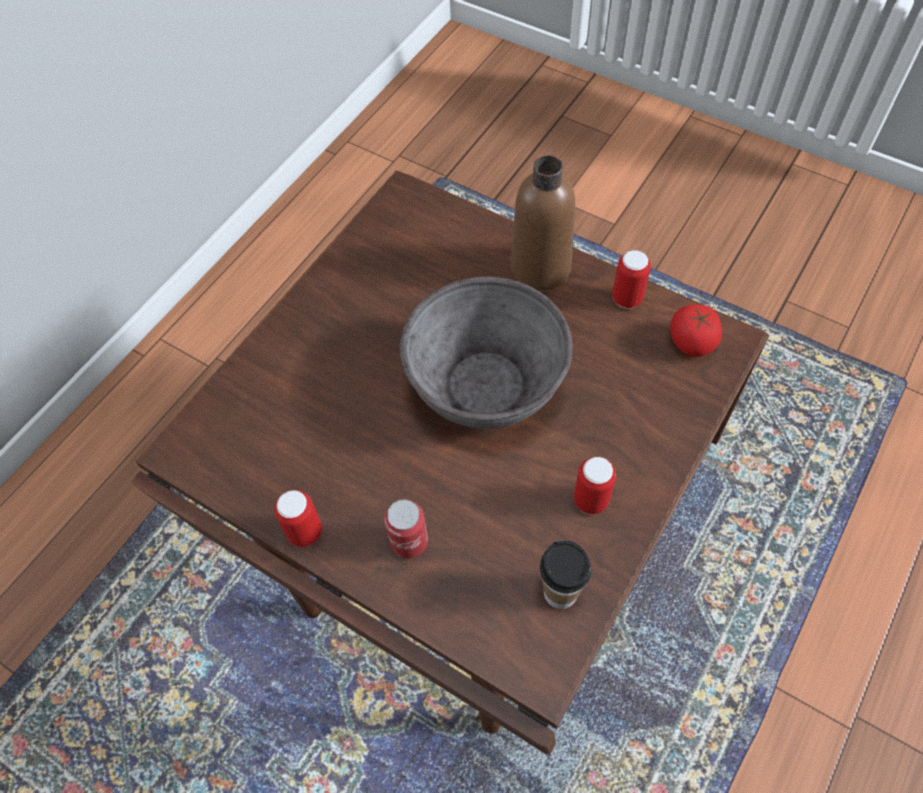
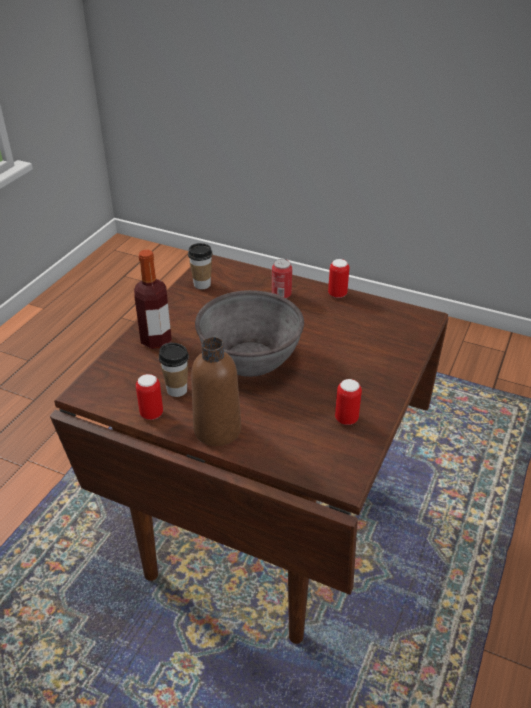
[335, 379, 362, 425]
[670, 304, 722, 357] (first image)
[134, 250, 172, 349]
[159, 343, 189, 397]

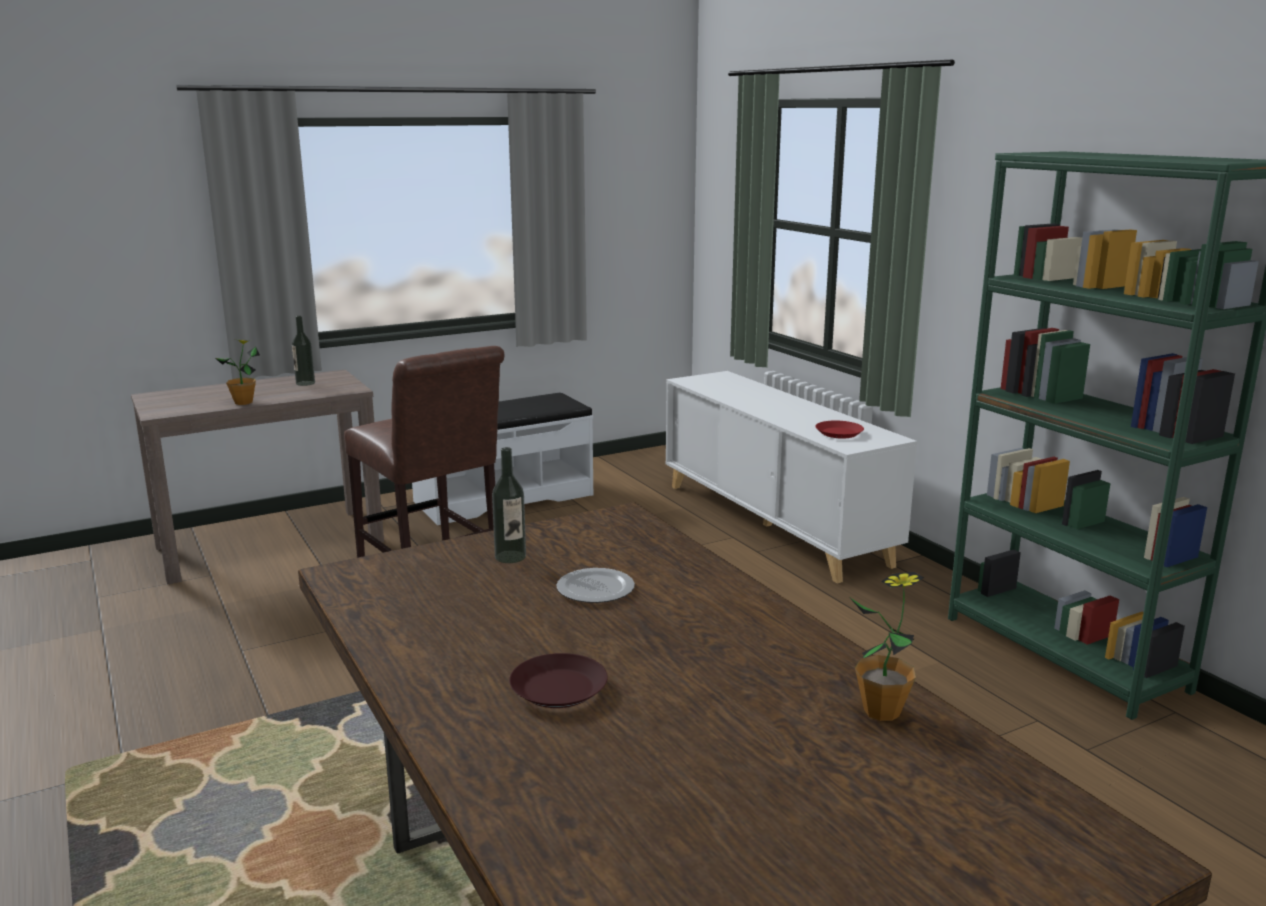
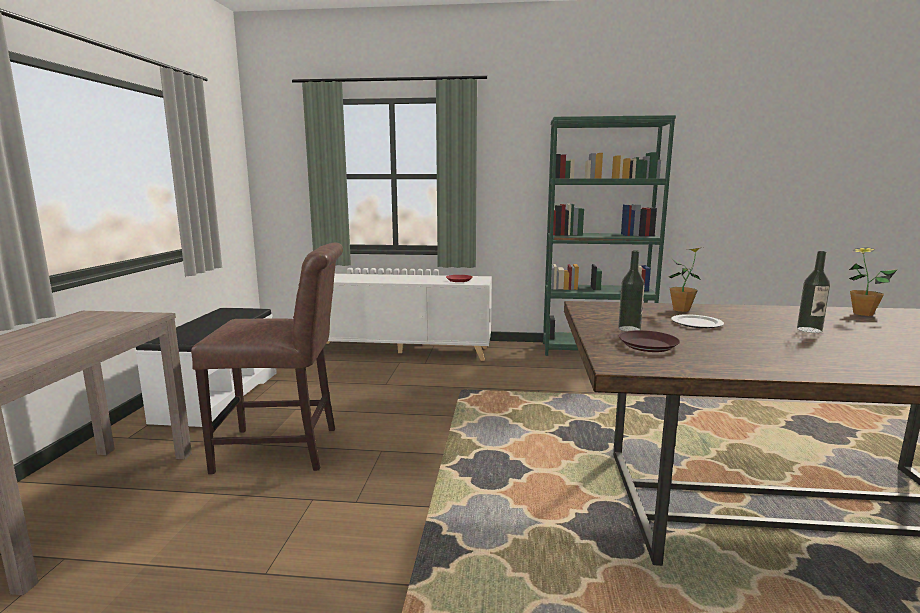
[669, 247, 704, 312]
[797, 251, 830, 333]
[619, 330, 680, 352]

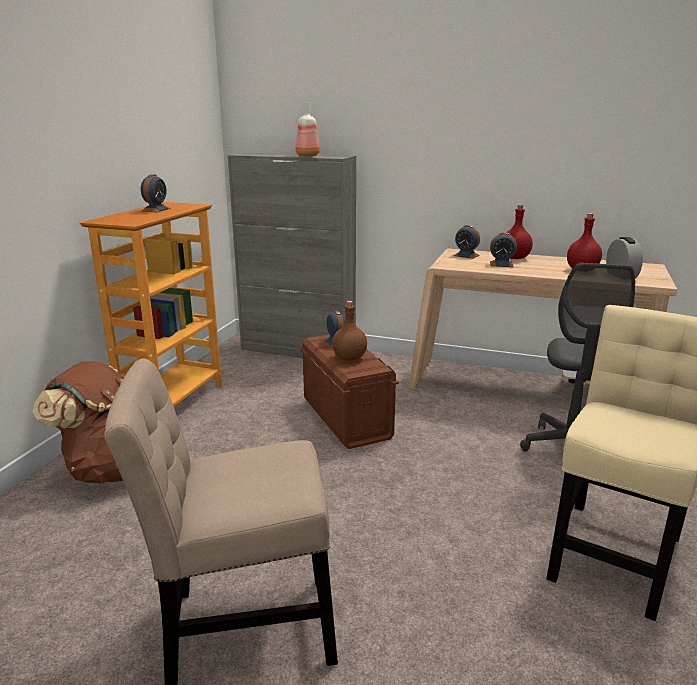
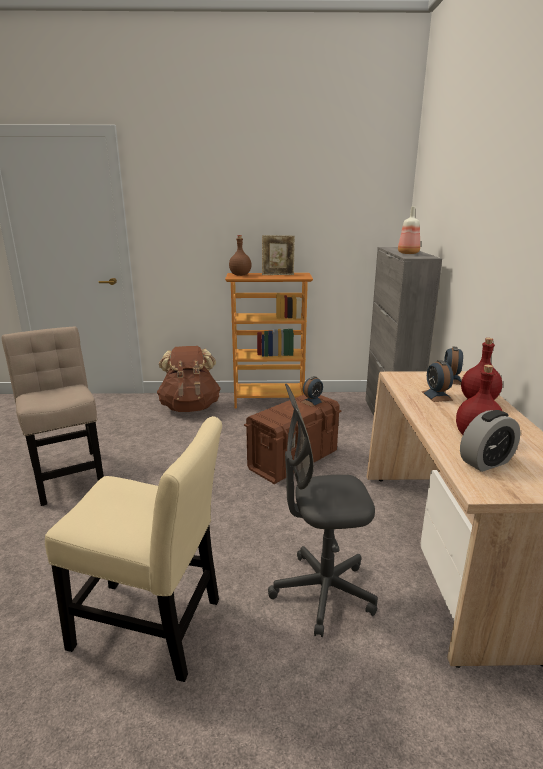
[262, 235, 295, 275]
[229, 235, 252, 276]

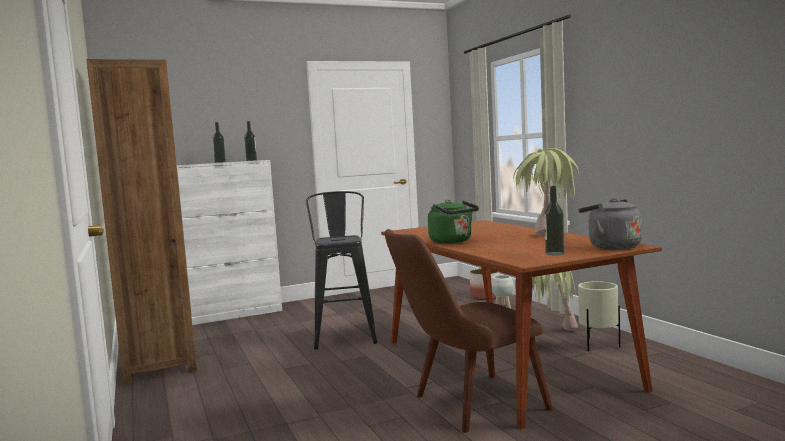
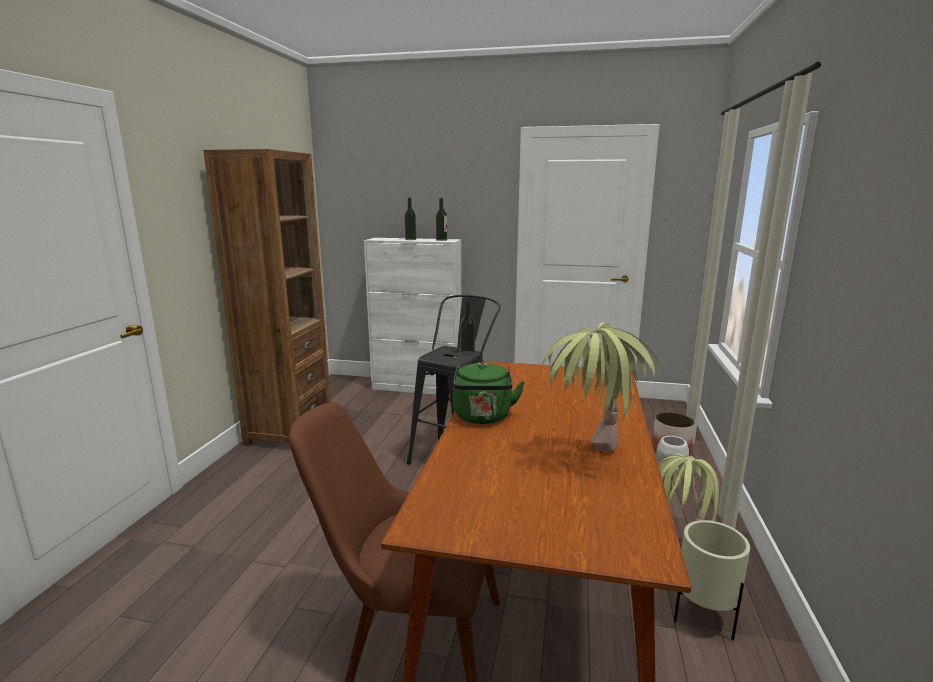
[460, 301, 475, 355]
[578, 198, 642, 249] (first image)

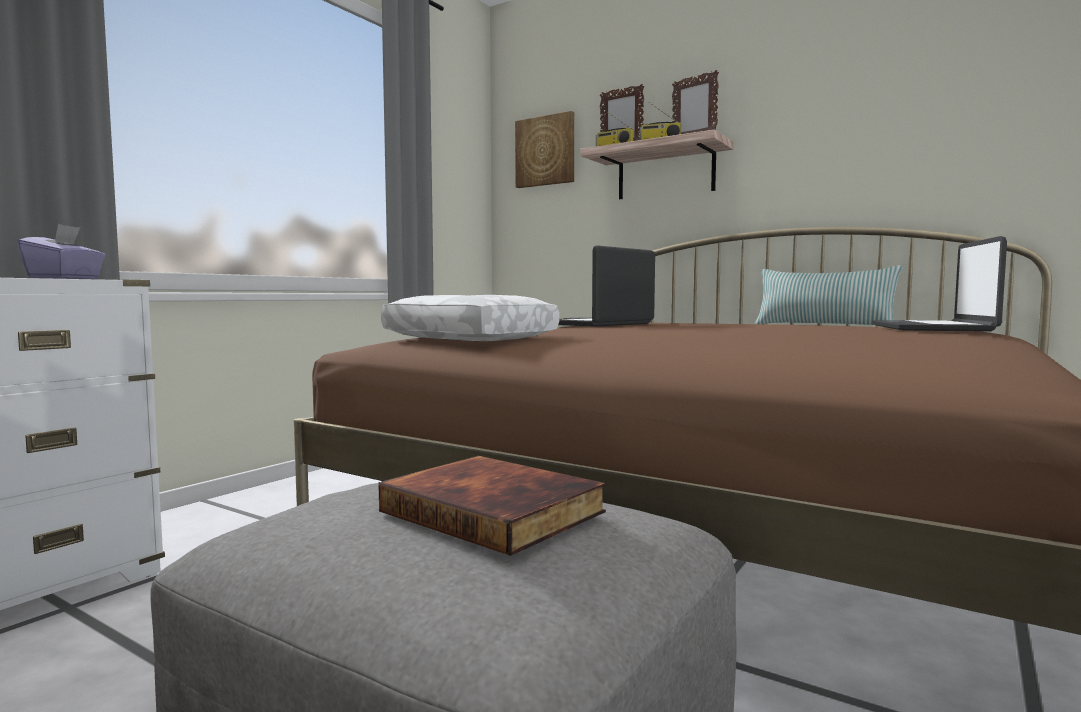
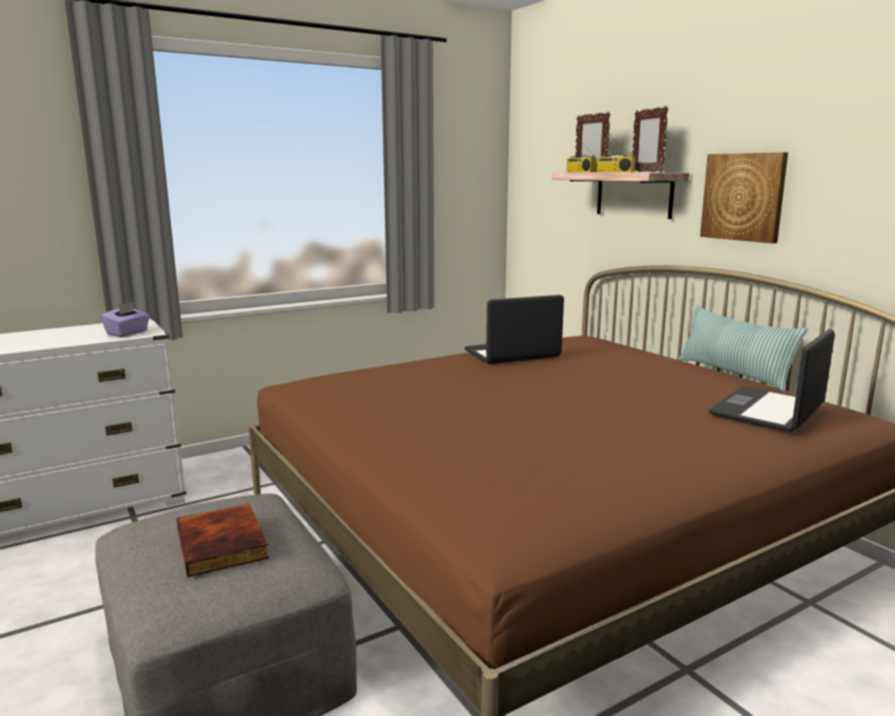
[381, 295, 559, 341] (first image)
[700, 152, 788, 244]

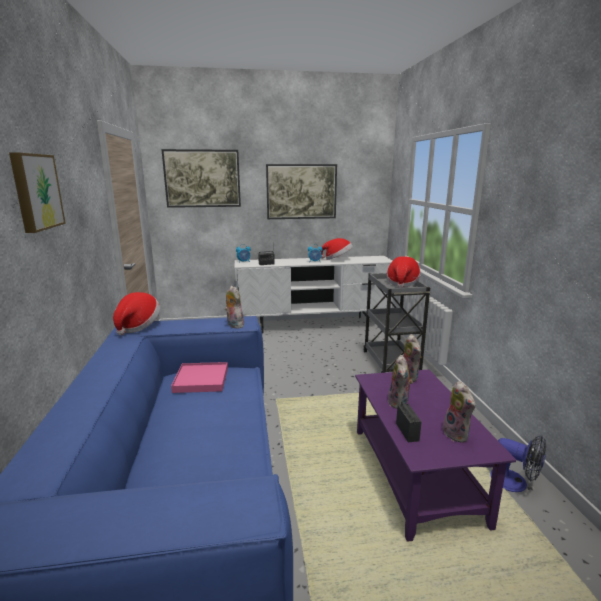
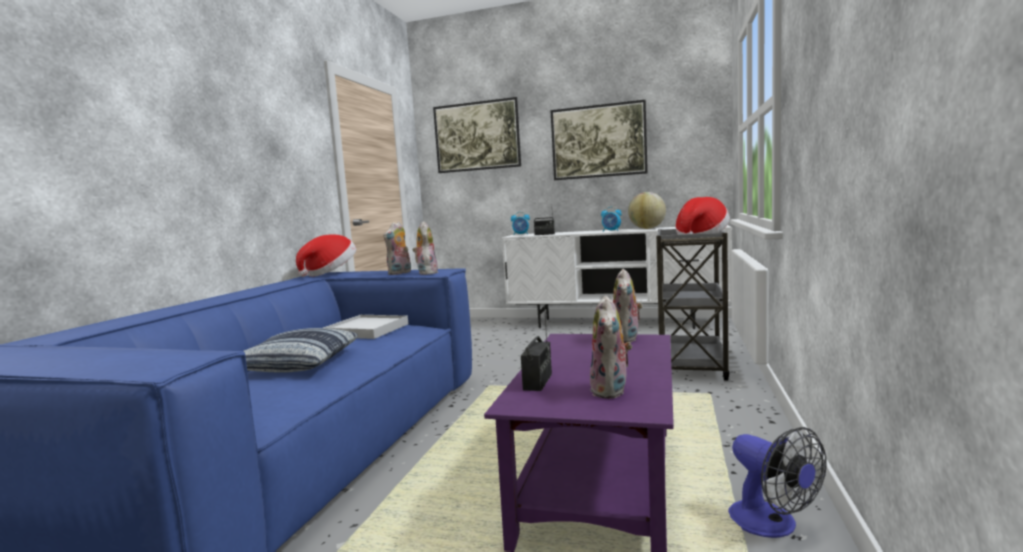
[9, 152, 66, 233] (first image)
[323, 315, 408, 339]
[628, 192, 666, 229]
[383, 222, 411, 275]
[244, 328, 358, 373]

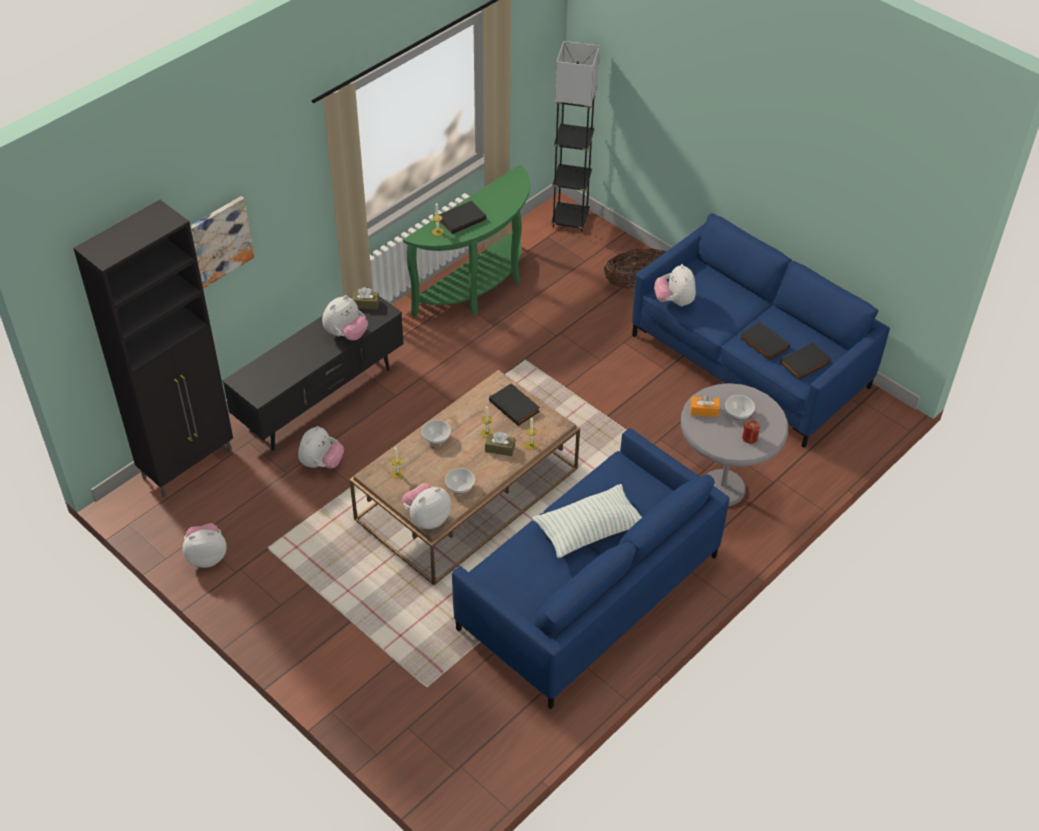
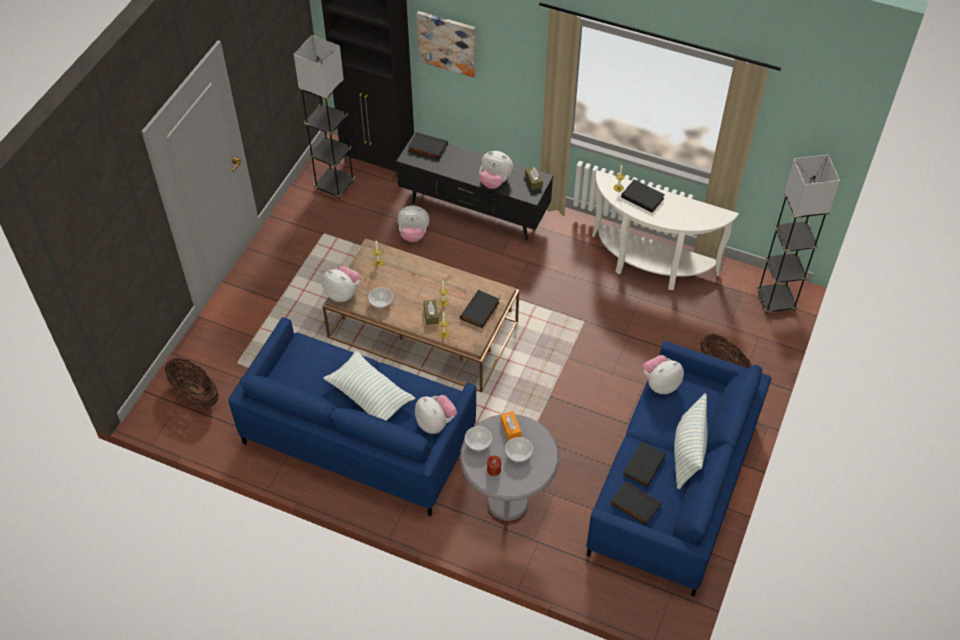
[415, 395, 457, 434]
[592, 170, 739, 290]
[465, 426, 492, 451]
[165, 357, 219, 409]
[294, 35, 355, 199]
[408, 132, 448, 159]
[674, 393, 708, 489]

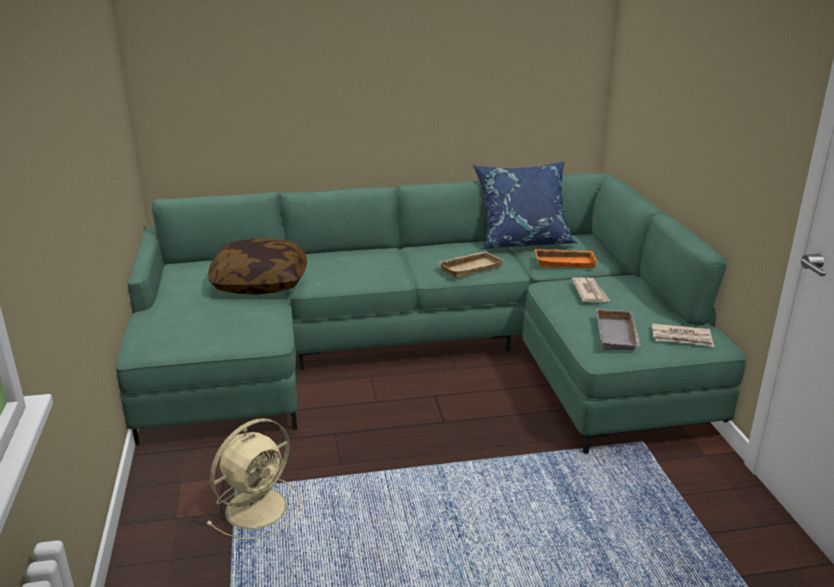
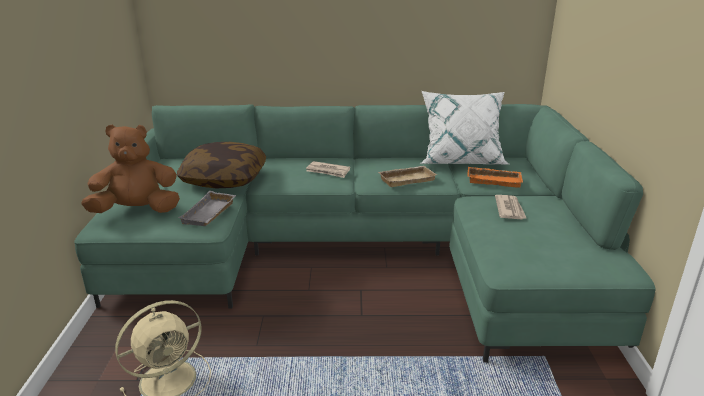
[420, 91, 509, 165]
[178, 191, 236, 226]
[306, 161, 350, 178]
[81, 125, 180, 213]

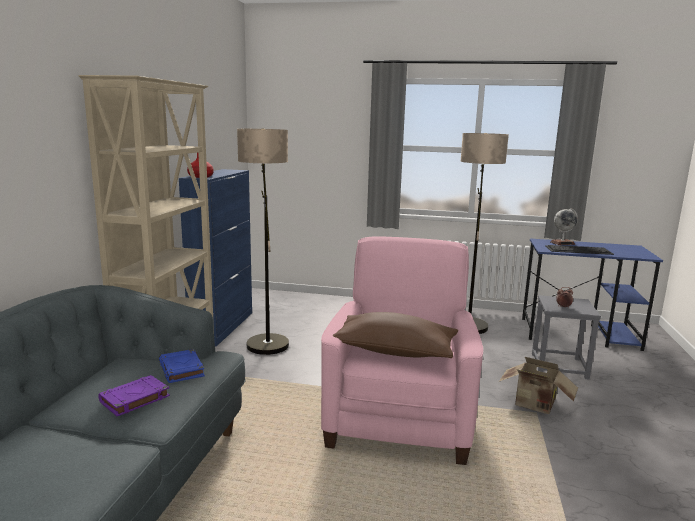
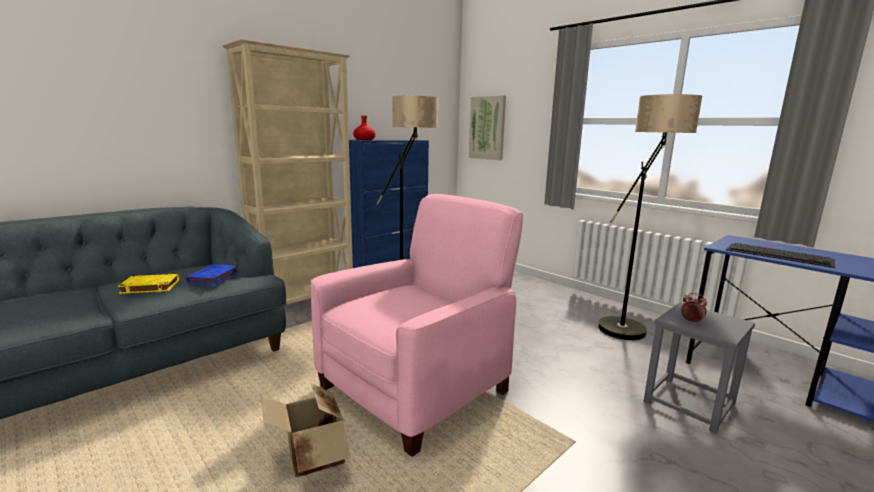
[118, 274, 179, 294]
[333, 312, 458, 358] (first image)
[260, 383, 351, 477]
[550, 208, 577, 245] (first image)
[469, 95, 506, 160]

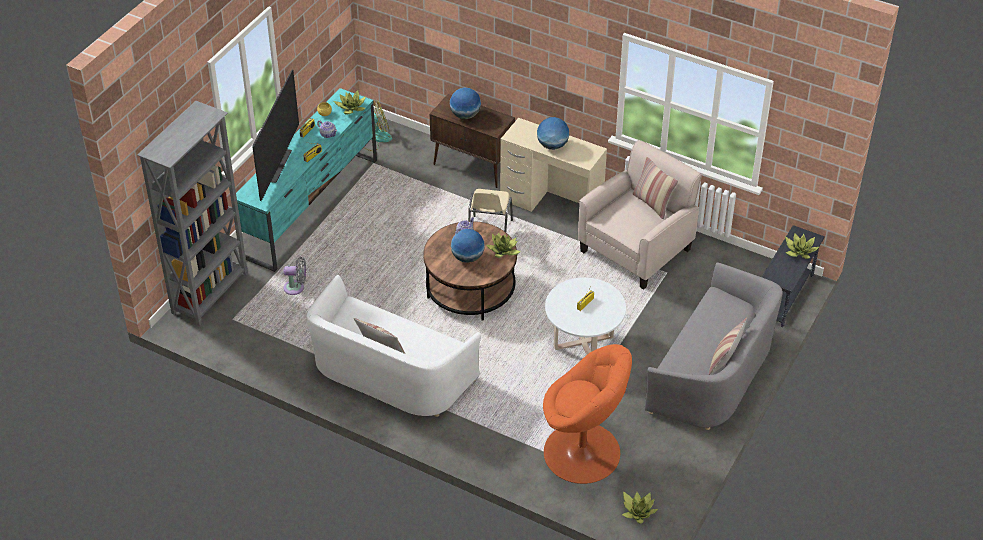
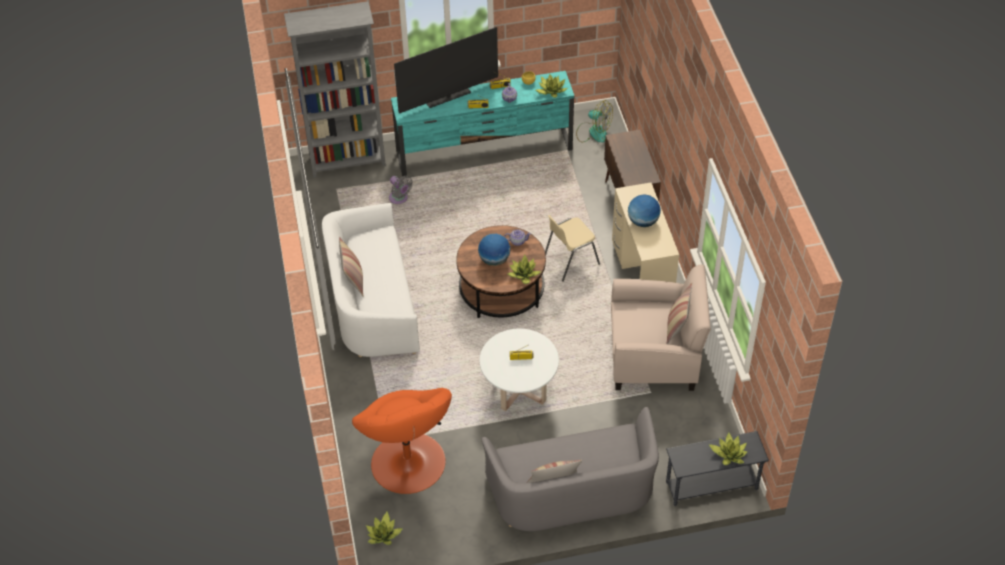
[450, 87, 481, 119] (first image)

